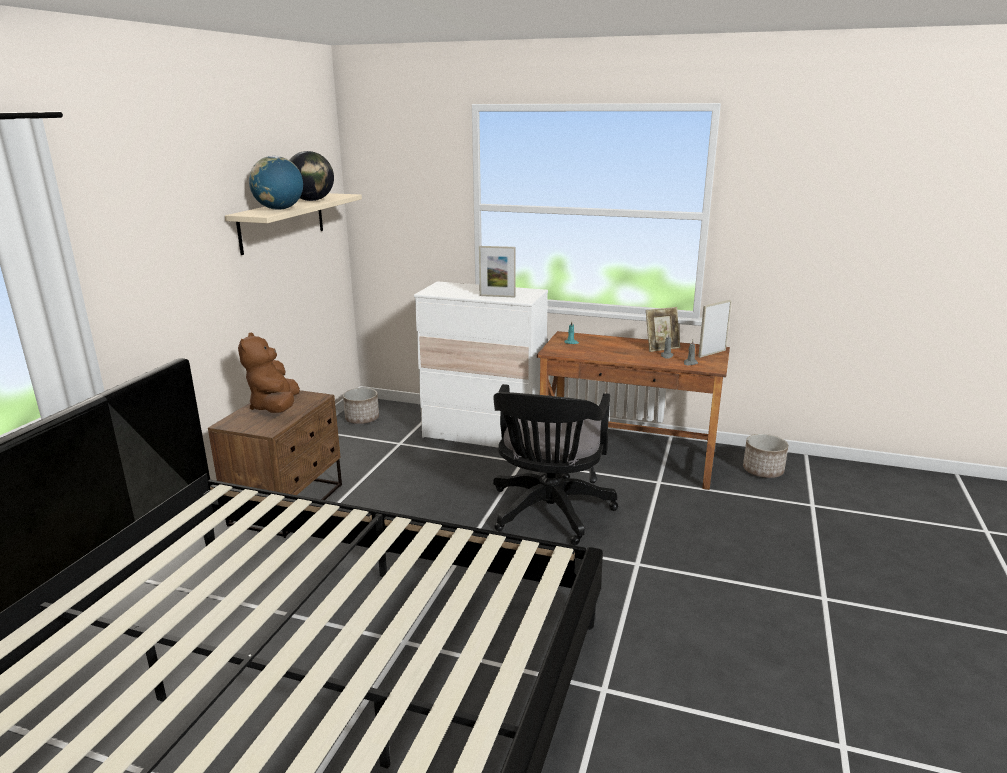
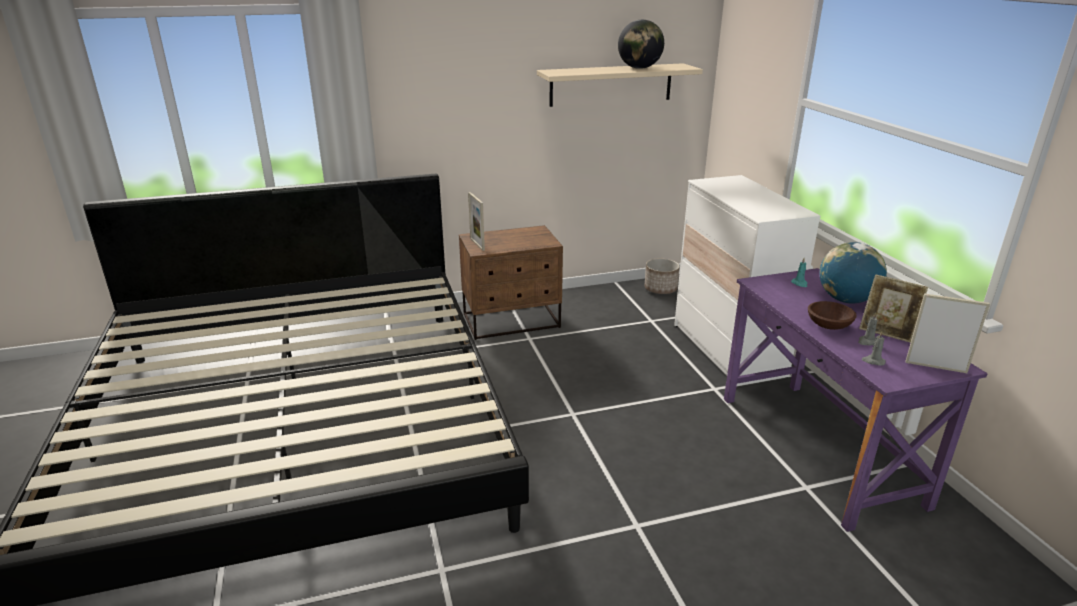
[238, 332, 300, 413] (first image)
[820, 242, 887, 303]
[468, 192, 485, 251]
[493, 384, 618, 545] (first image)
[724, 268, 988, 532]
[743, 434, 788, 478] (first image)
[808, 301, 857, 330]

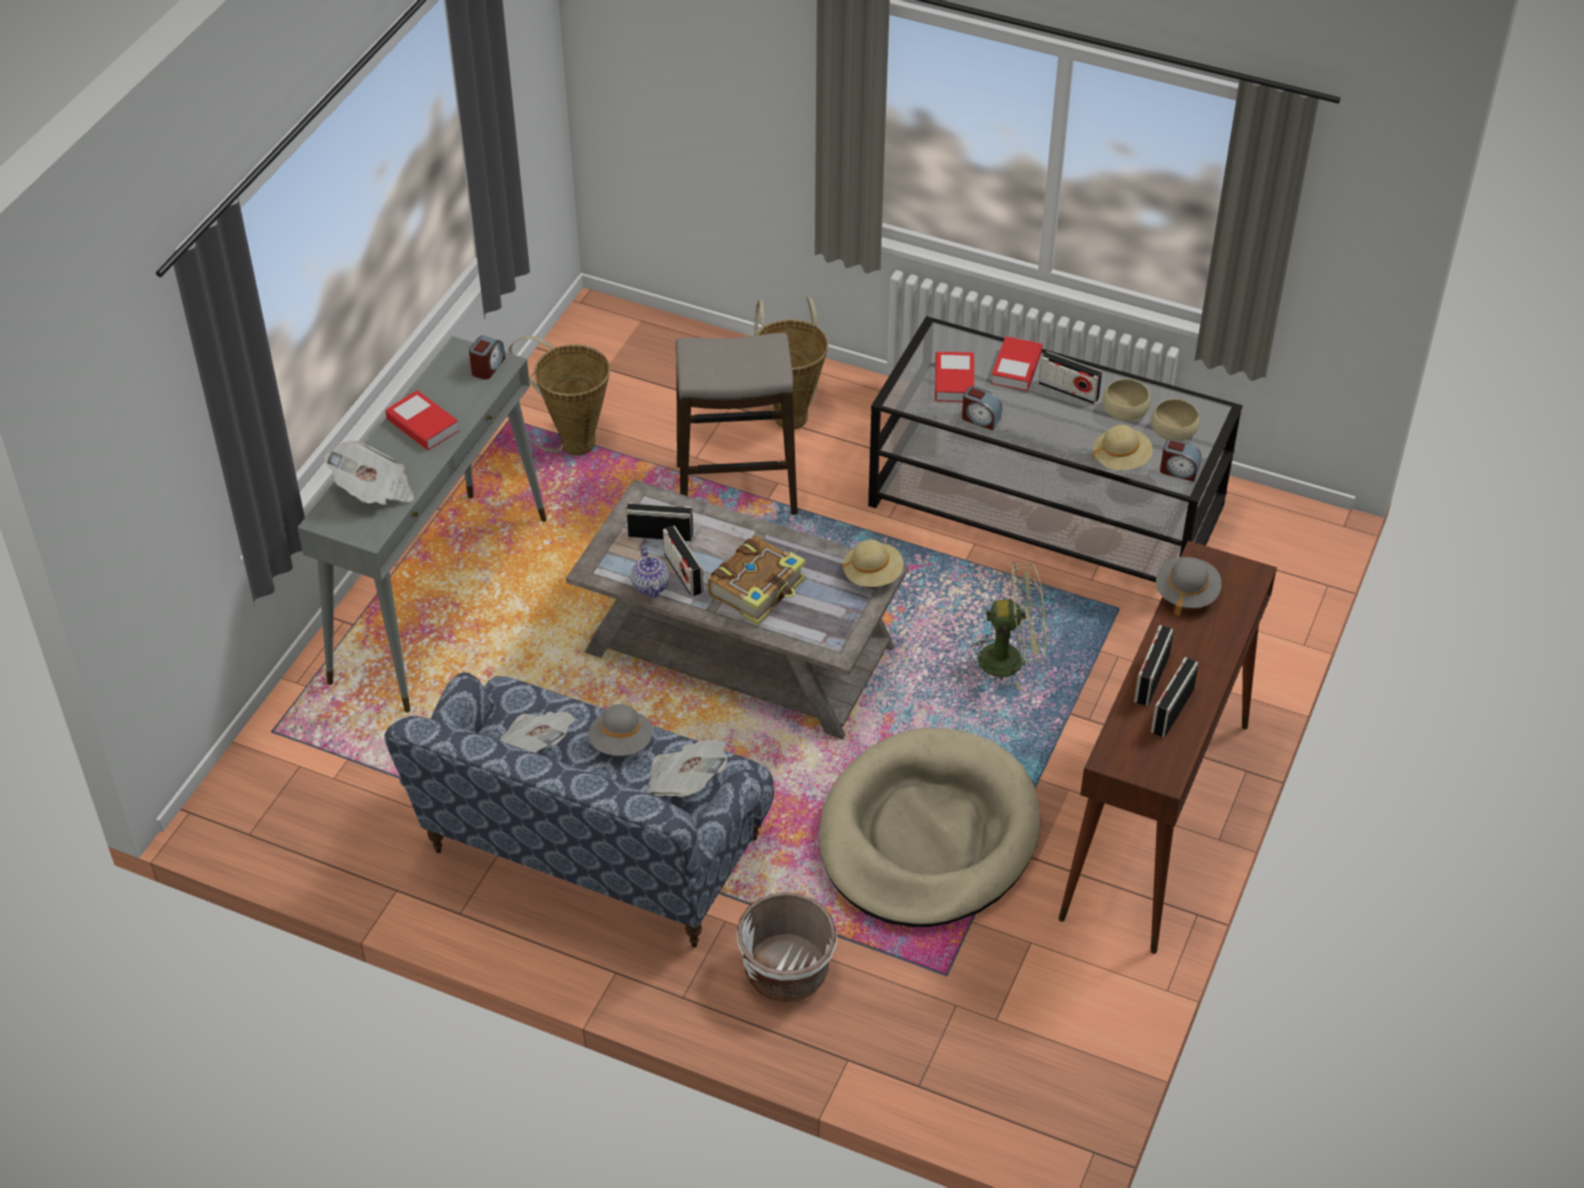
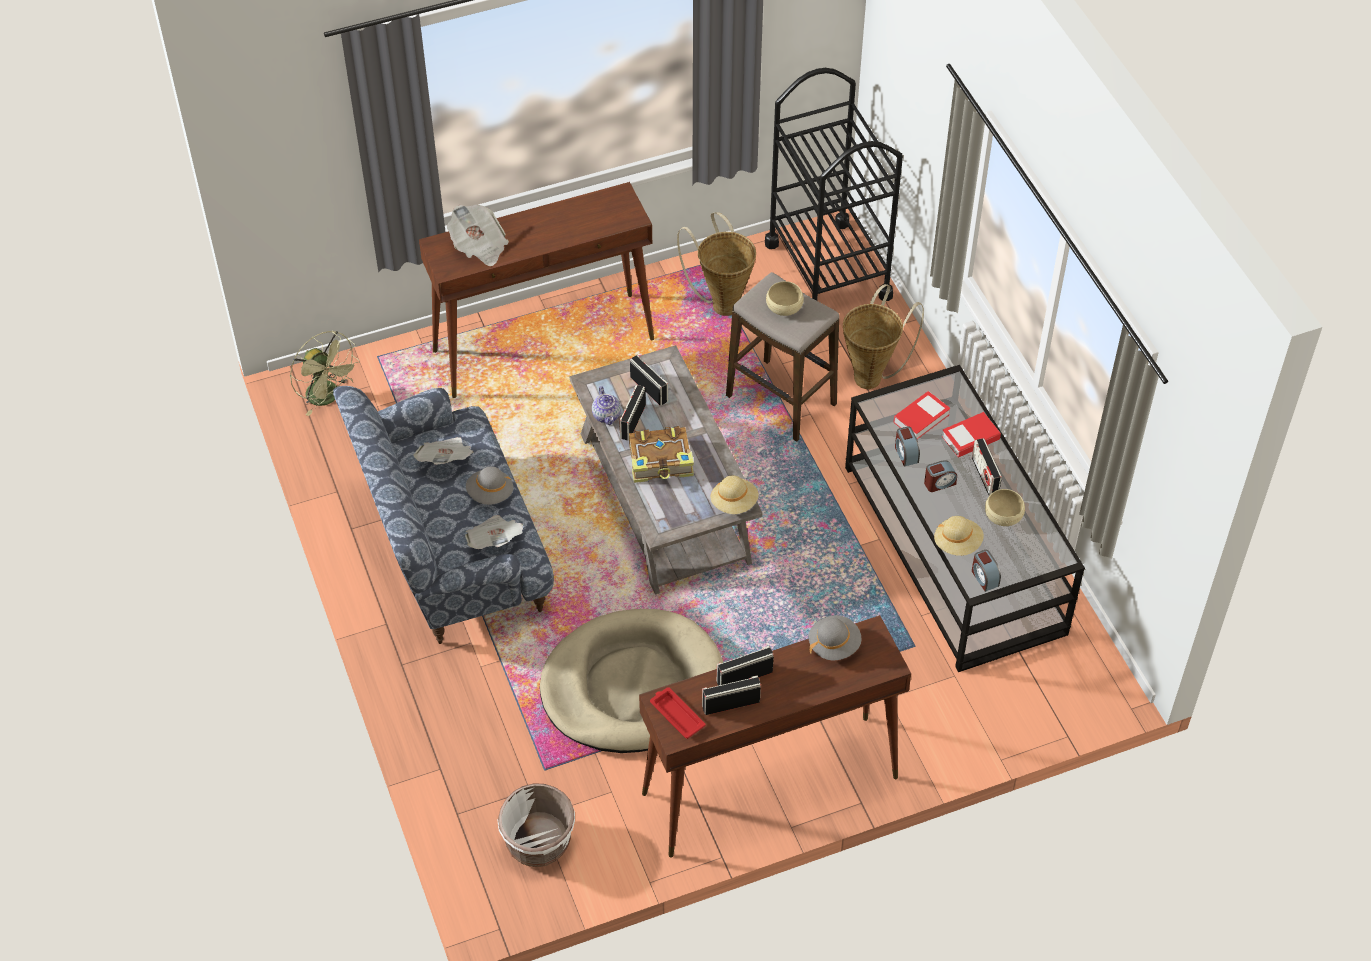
[419, 182, 654, 398]
[385, 390, 459, 450] (first image)
[924, 460, 957, 492]
[592, 386, 621, 425]
[497, 783, 575, 867]
[290, 331, 360, 416]
[766, 281, 804, 316]
[650, 687, 705, 739]
[765, 68, 903, 301]

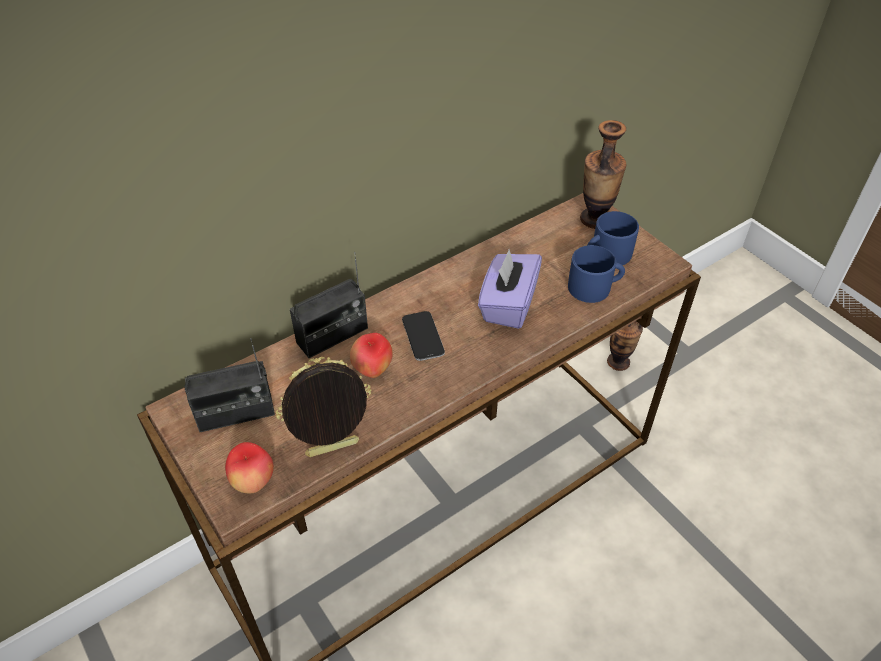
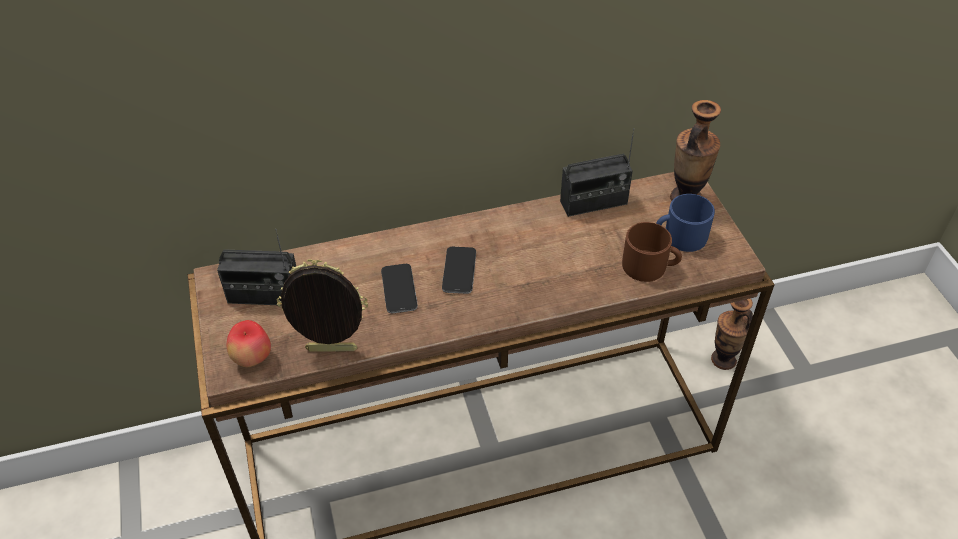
[560, 128, 634, 217]
[381, 264, 418, 313]
[478, 249, 542, 329] (first image)
[622, 222, 682, 282]

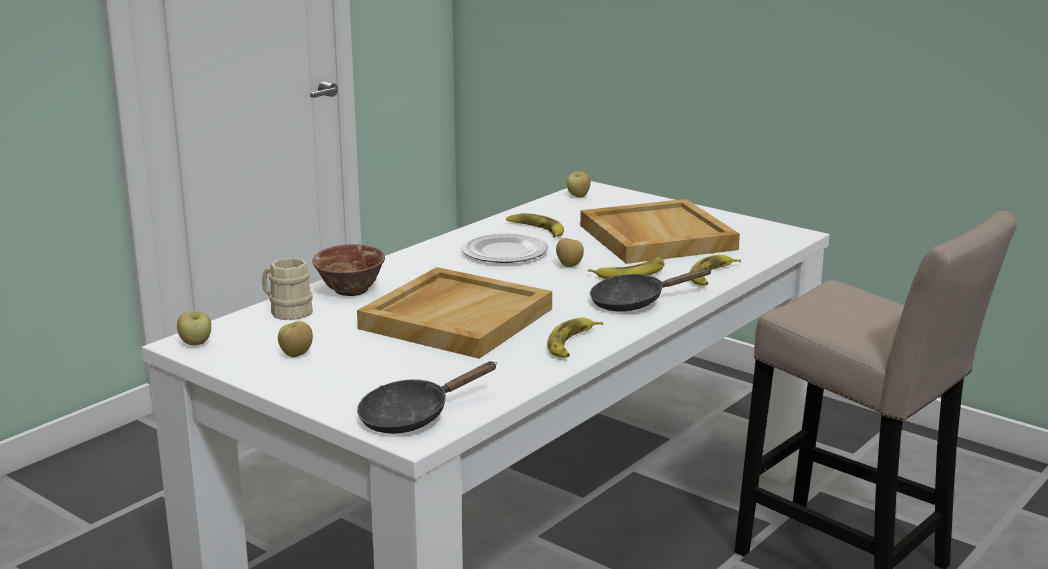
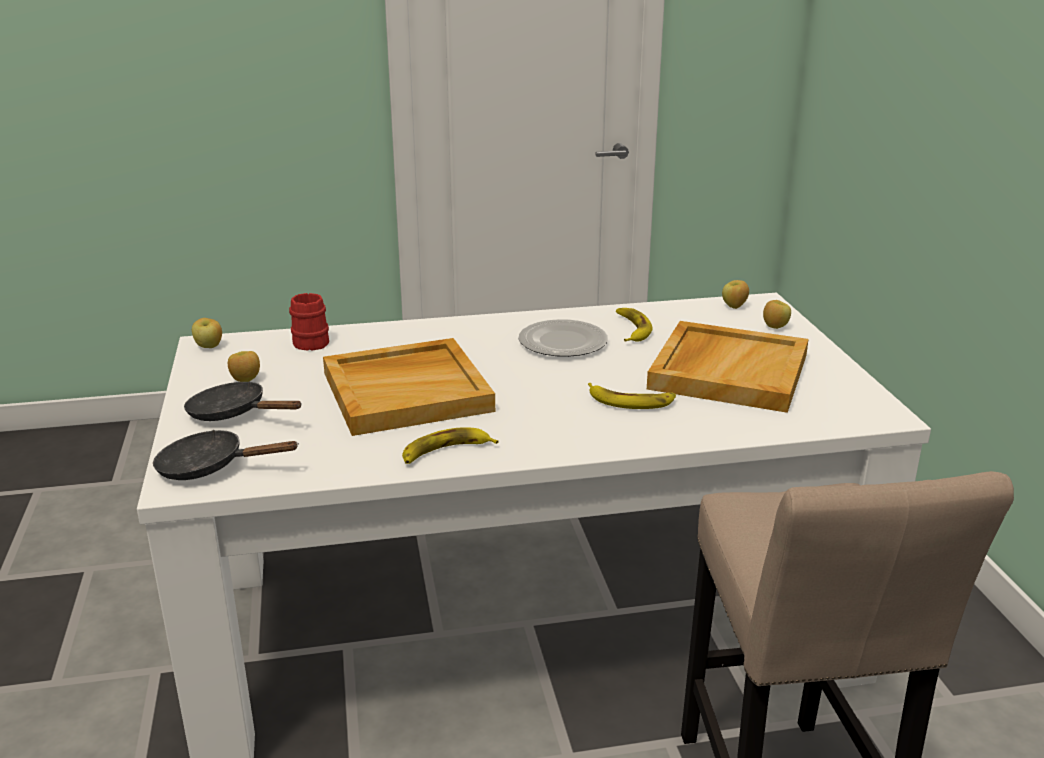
[289, 293, 329, 351]
[312, 244, 385, 296] (first image)
[763, 300, 791, 329]
[184, 381, 302, 421]
[690, 255, 741, 286] (first image)

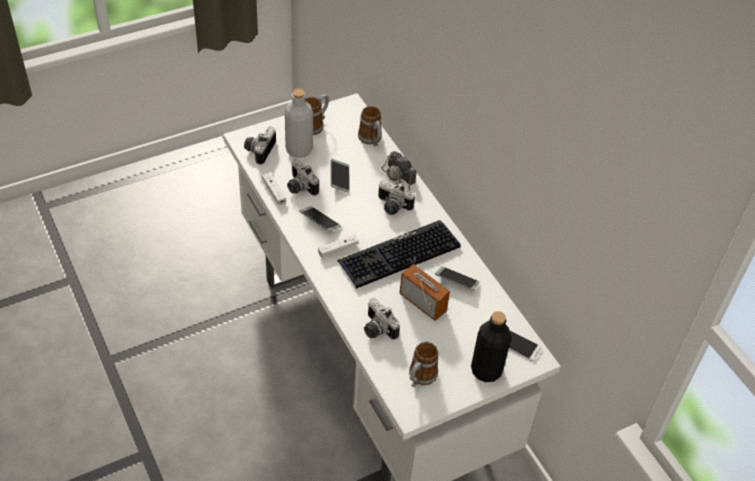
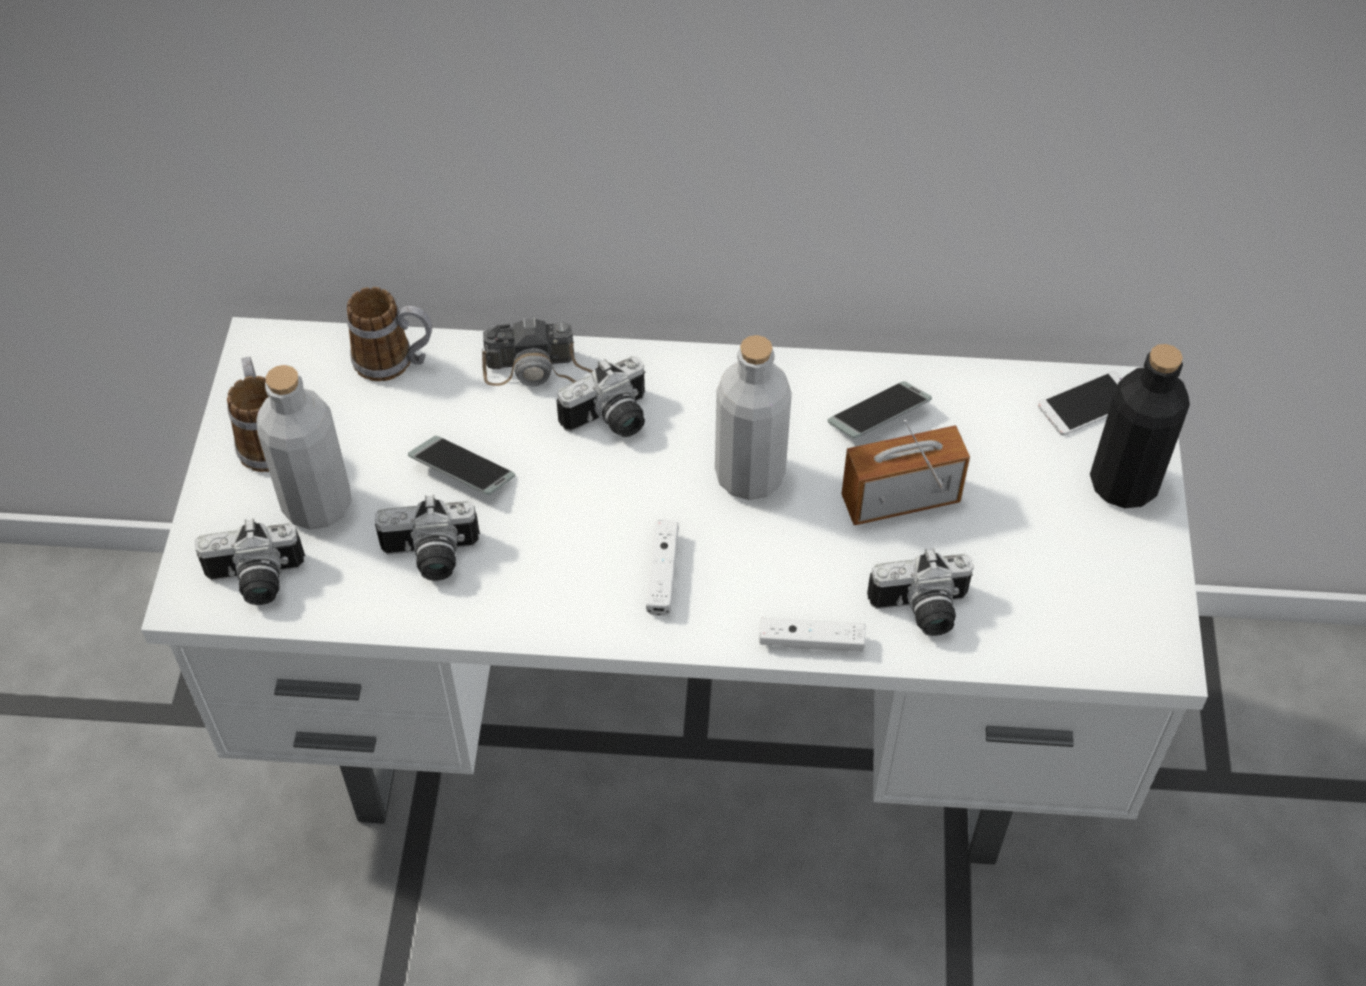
[195, 518, 305, 605]
[759, 618, 866, 652]
[299, 206, 341, 231] (first image)
[715, 335, 792, 500]
[409, 342, 439, 387] (first image)

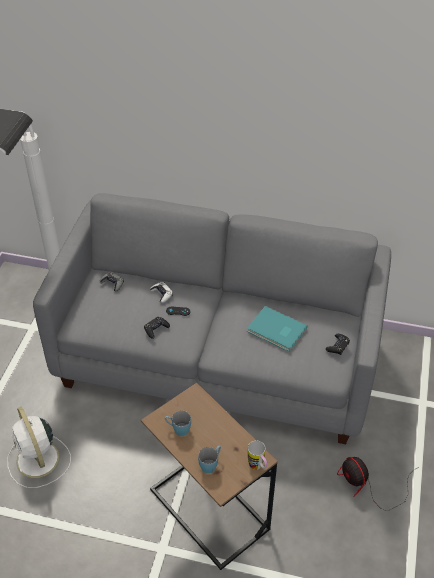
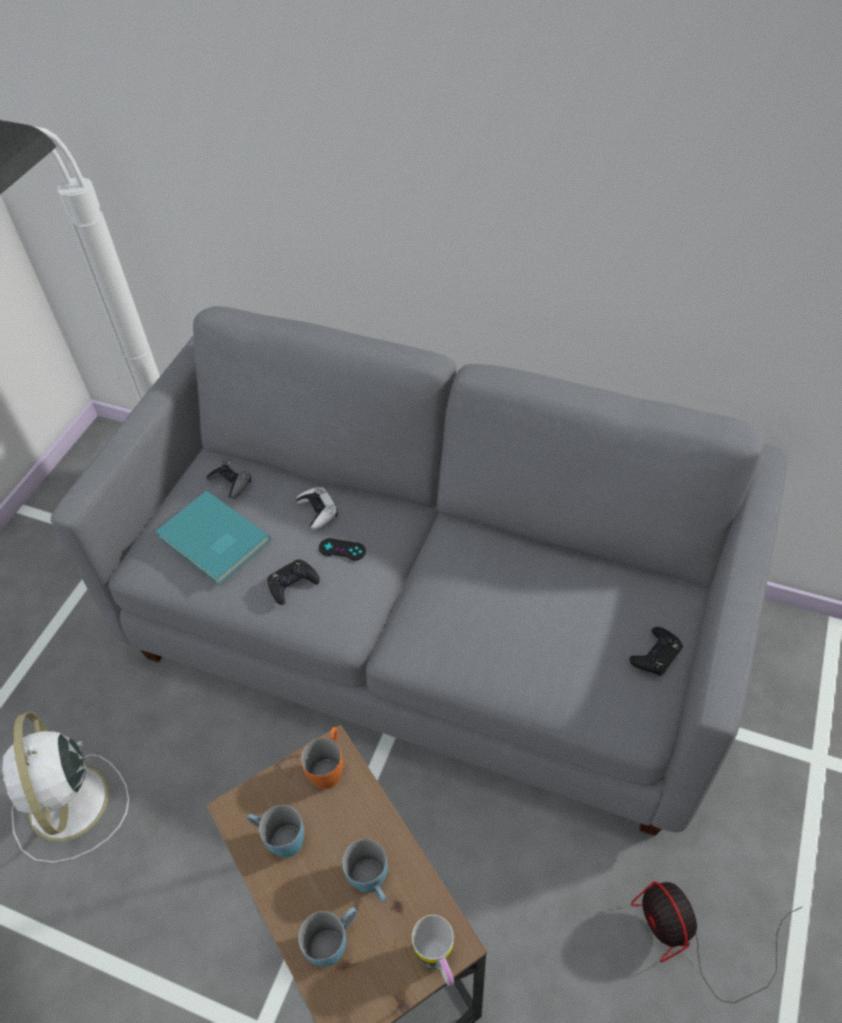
[155, 491, 270, 585]
[301, 727, 343, 789]
[342, 839, 388, 903]

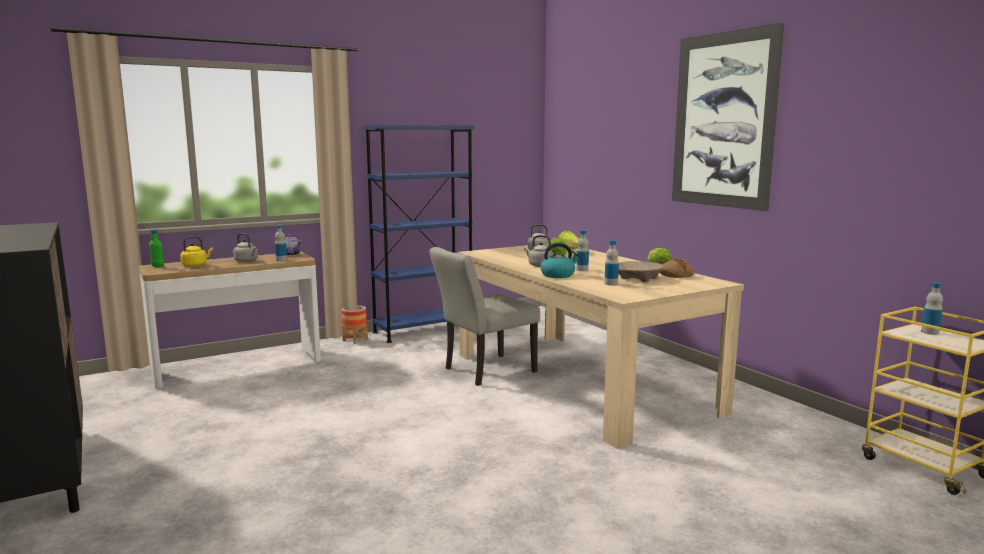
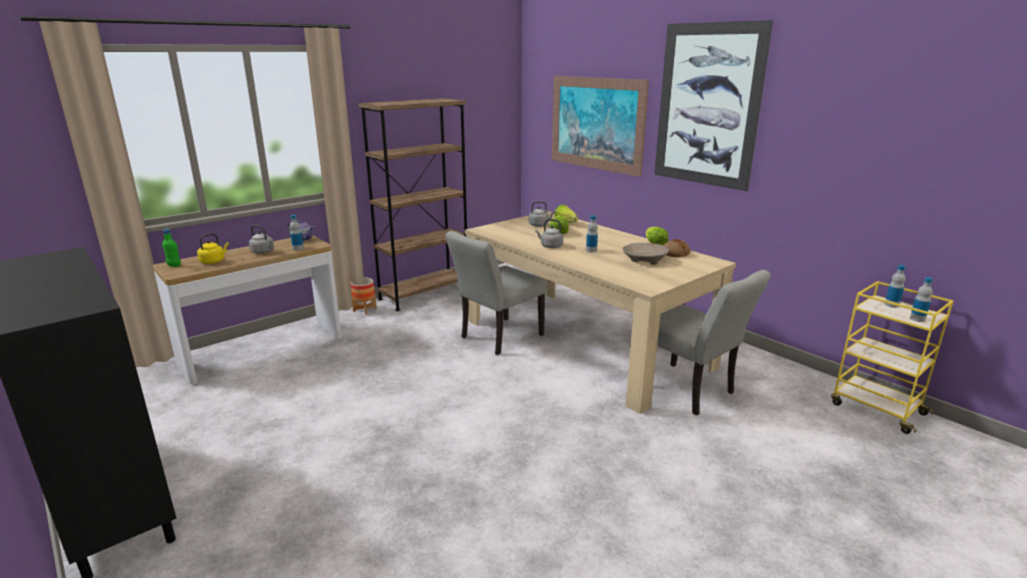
[358, 98, 467, 311]
[540, 243, 580, 278] (first image)
[910, 277, 933, 322]
[552, 76, 649, 177]
[657, 270, 771, 415]

